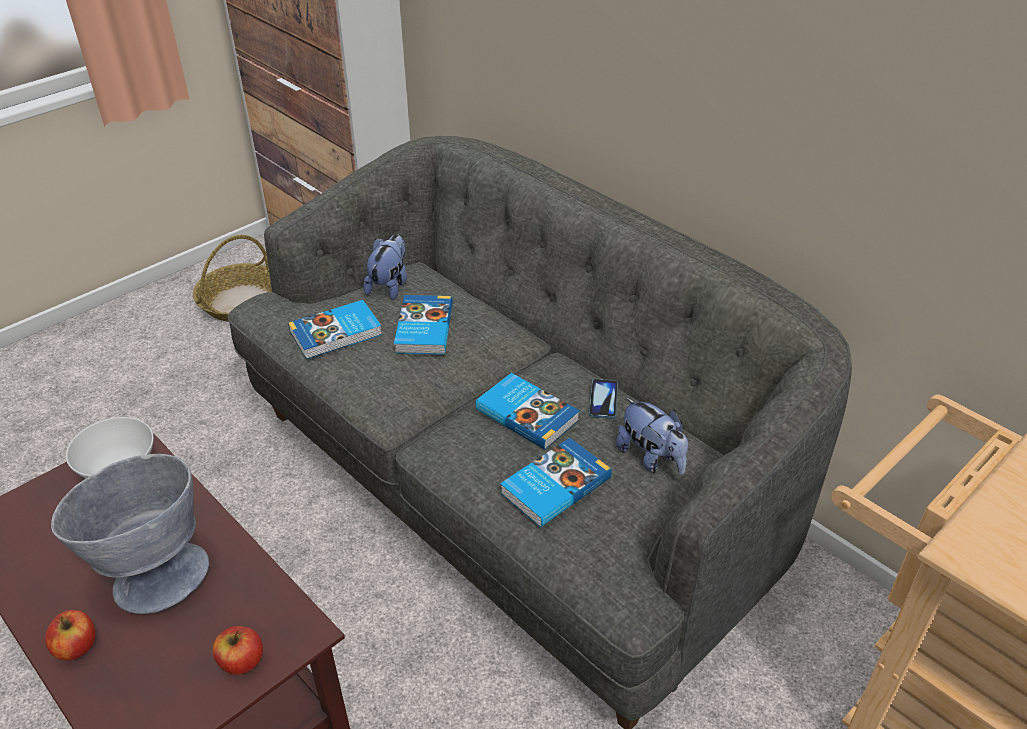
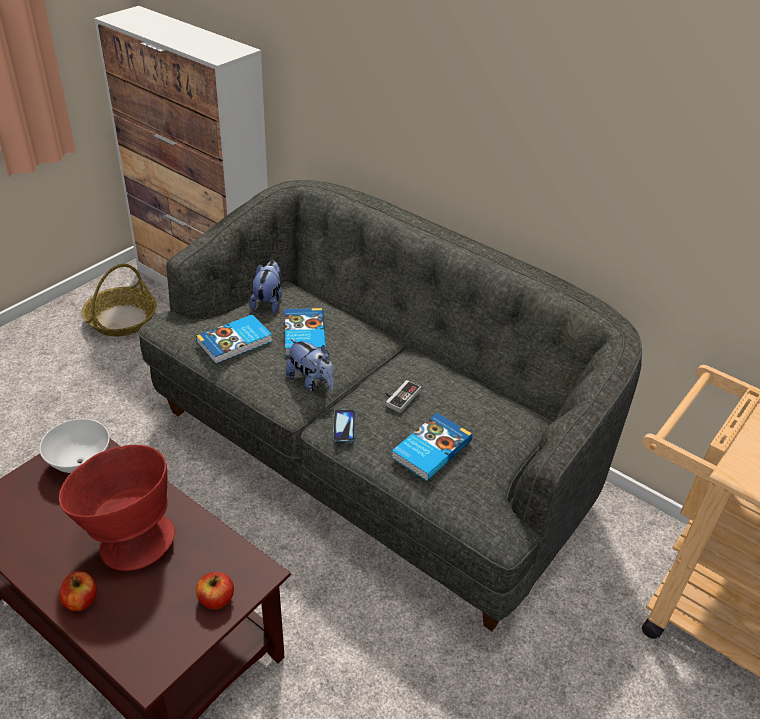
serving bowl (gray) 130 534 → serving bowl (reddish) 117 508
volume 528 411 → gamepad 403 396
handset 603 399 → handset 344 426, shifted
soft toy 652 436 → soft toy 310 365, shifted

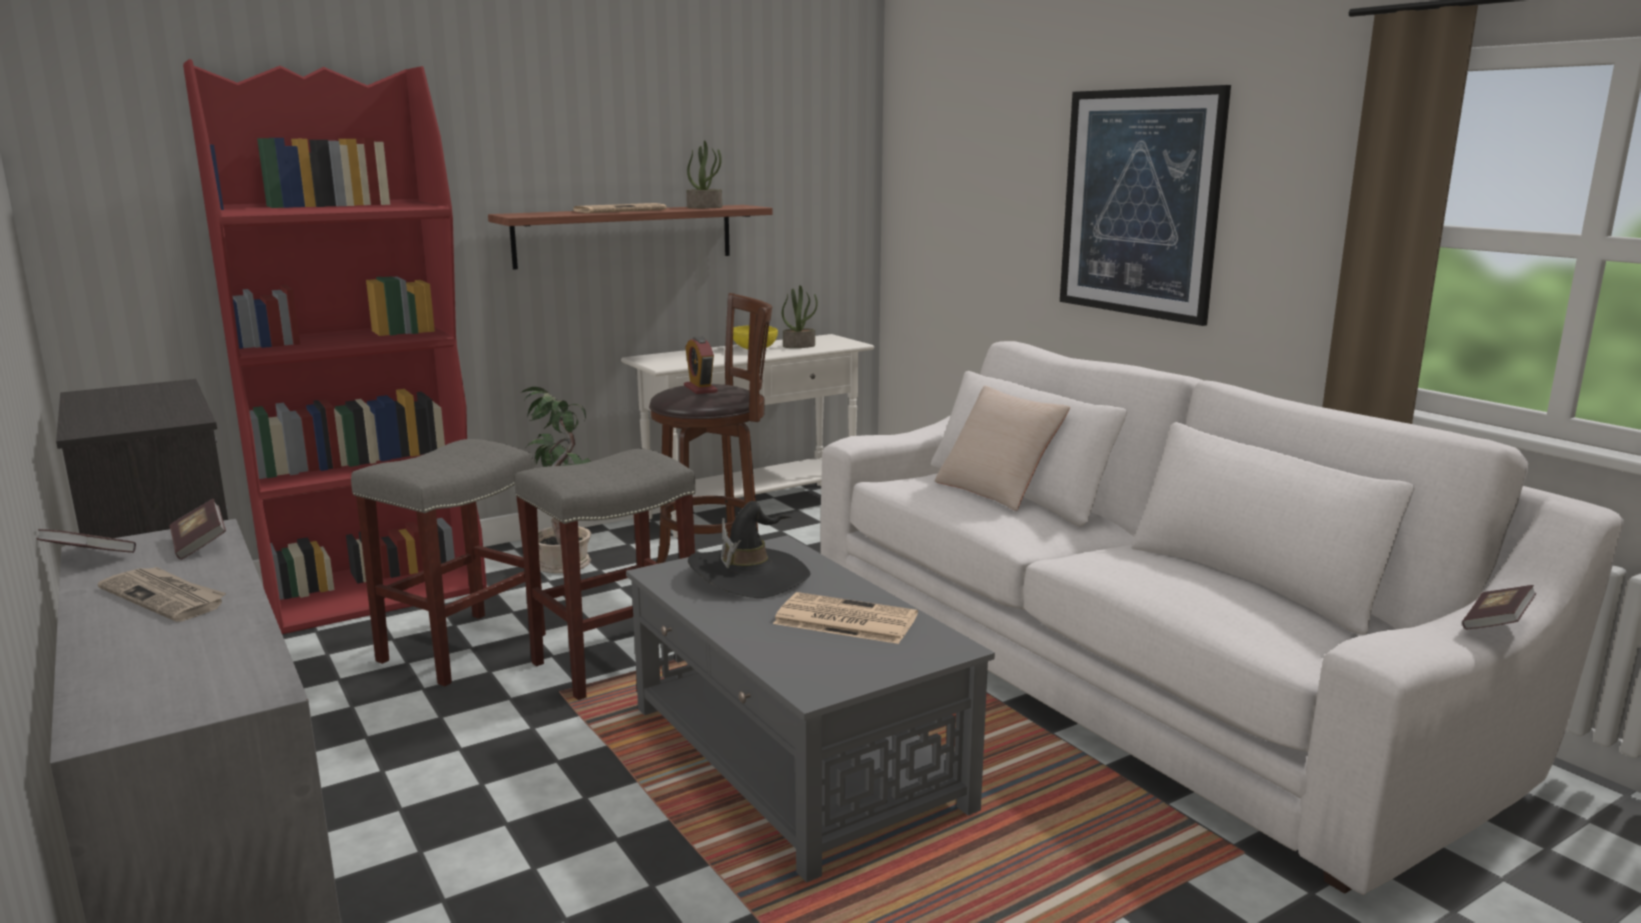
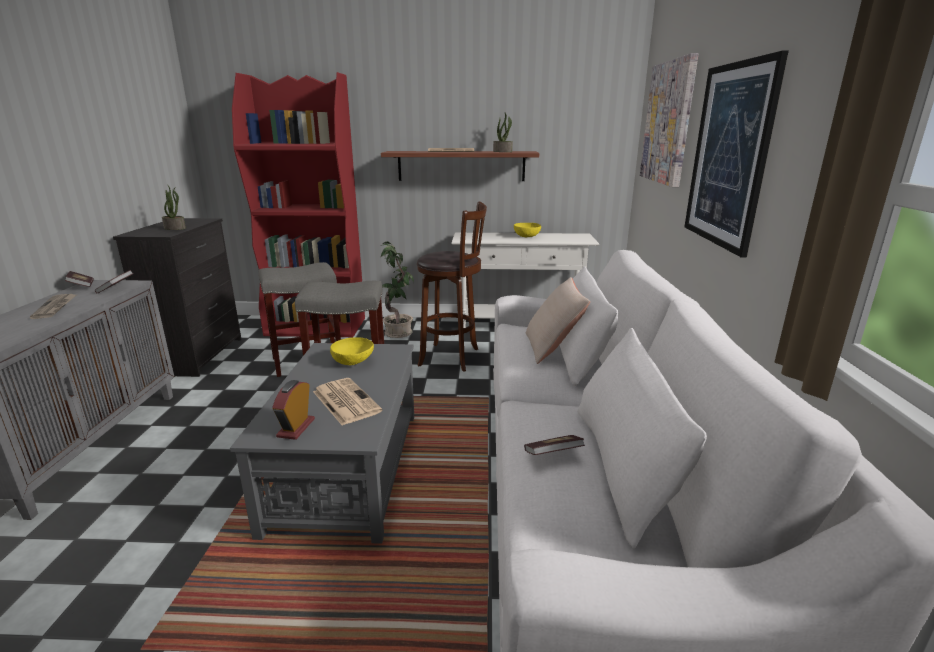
table clock 701 365 → table clock 293 410, shifted
wearable hat (black-coloured) 749 549 → serving bowl (yellow) 352 351
potted plant 800 316 → potted plant 174 208, shifted
volume 1499 607 → volume 554 445, shifted
- → wall picture 669 120

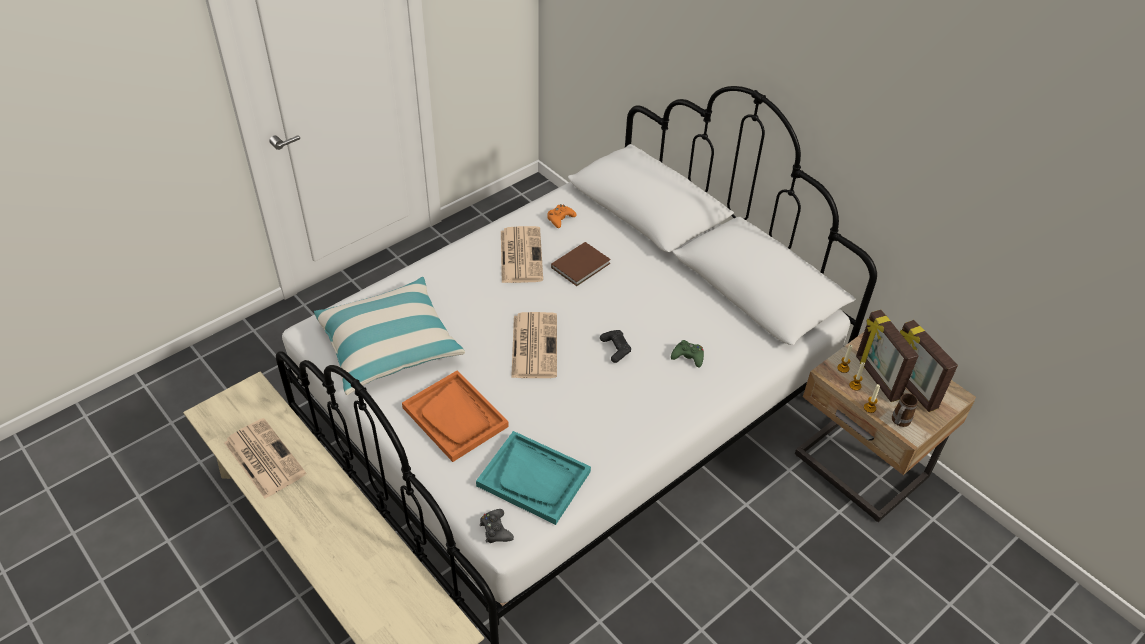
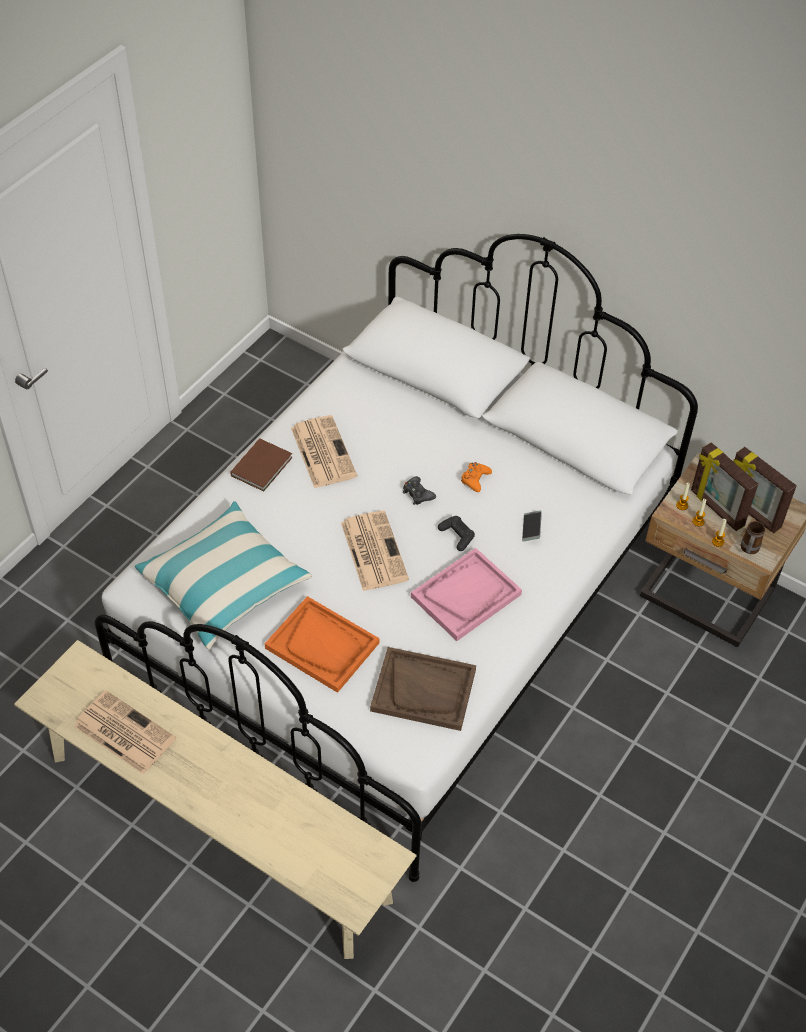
carrying tray (turquoise-coloured) 533 478 → carrying tray (brown) 423 689
gamepad (black-coloured) 497 526 → gamepad (black-coloured) 419 490, shifted
gamepad (orange) 562 216 → gamepad (orange) 476 477, shifted
volume (brown) 581 264 → volume (brown) 261 465, shifted
gamepad (greenish) 687 354 → handset 532 526
- → carrying tray (pinkish) 466 594

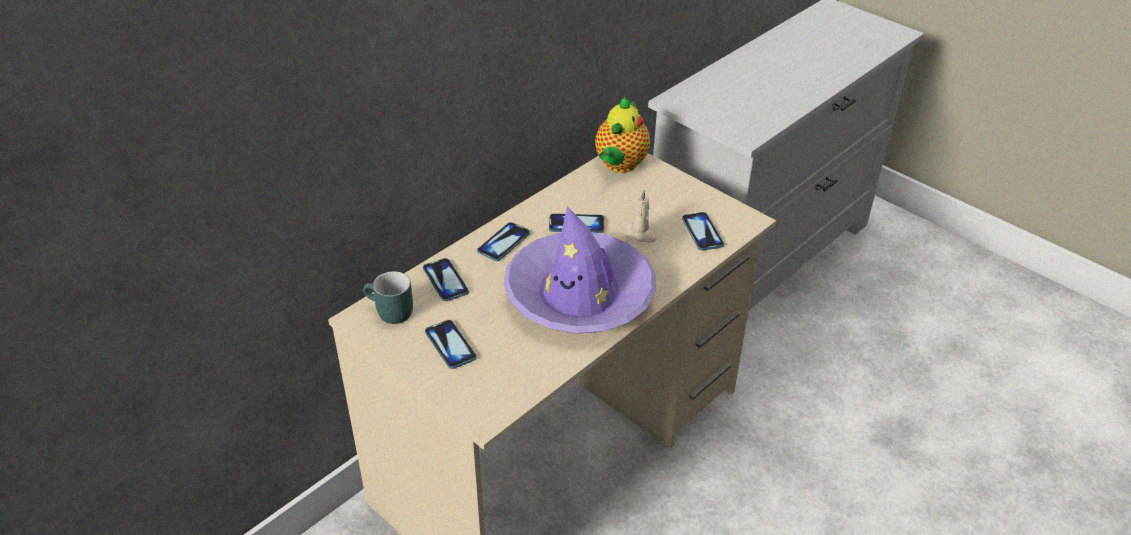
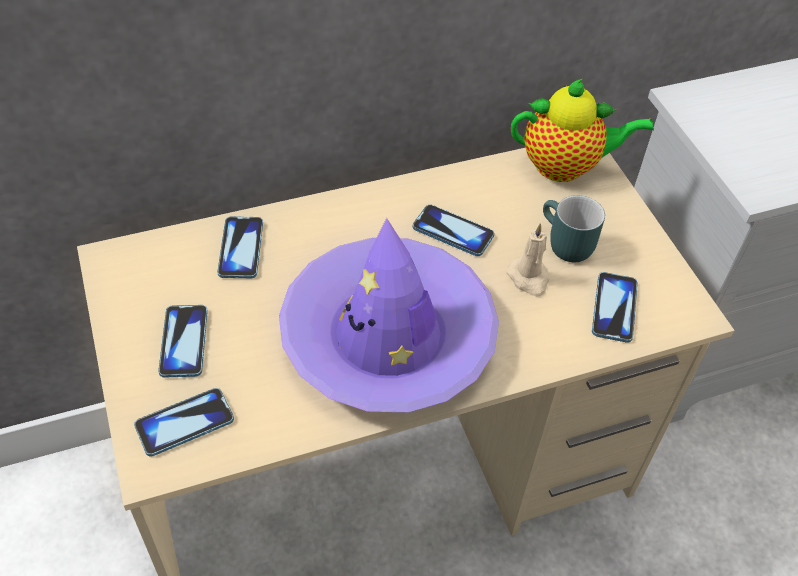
mug (turquoise-coloured) 388 297 → mug (turquoise-coloured) 574 228, shifted
handset 503 241 → handset 184 422, shifted
pot for tea 622 135 → pot for tea 582 130, 135 degrees counterclockwise

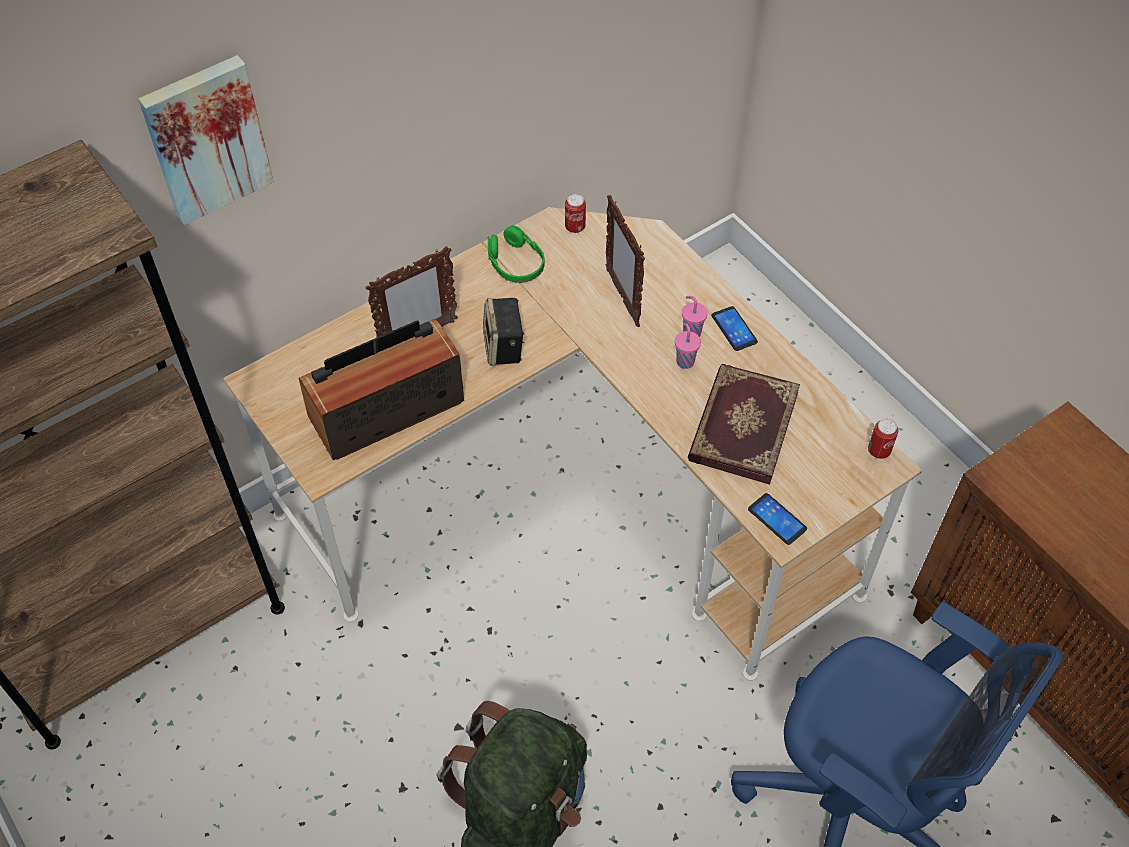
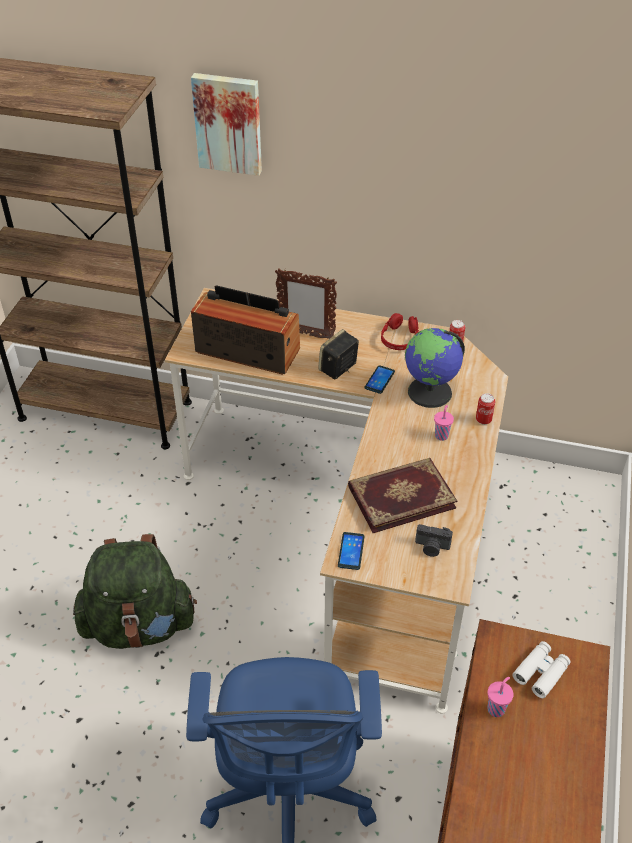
headphones (greenish) 516 254 → headphones (reddish) 400 331
photo frame 625 261 → desk globe 435 368
small cup (pinkish) 688 346 → small cup (pinkish) 501 697, shifted
handset 734 328 → handset 379 379, shifted
metal can 883 438 → metal can 485 409, shifted
- → still camera 434 540
- → binoculars (whitish) 541 669

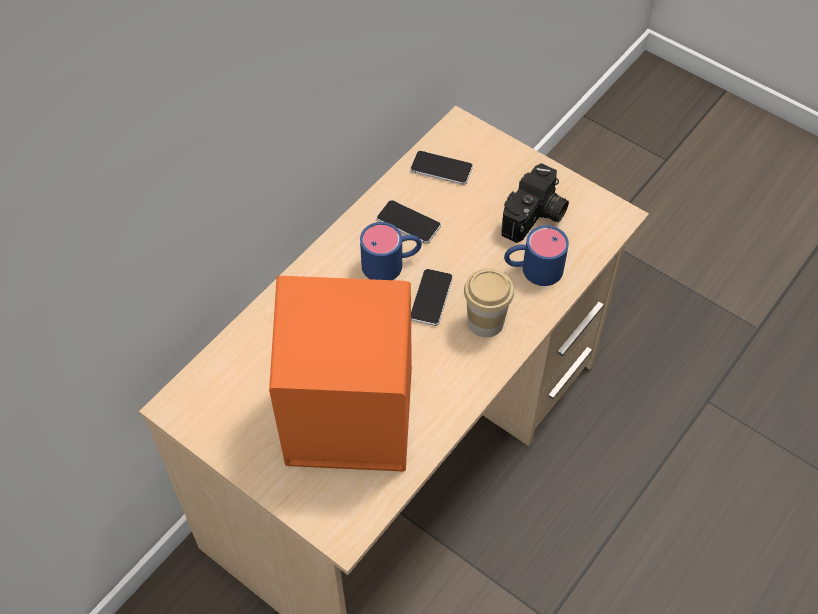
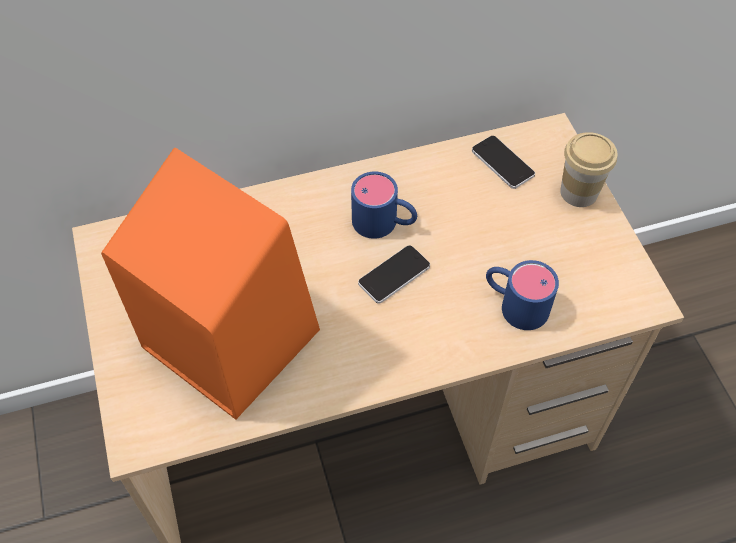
handset 409 222 → -
small cup 489 303 → small cup 588 169, shifted
still camera 535 203 → -

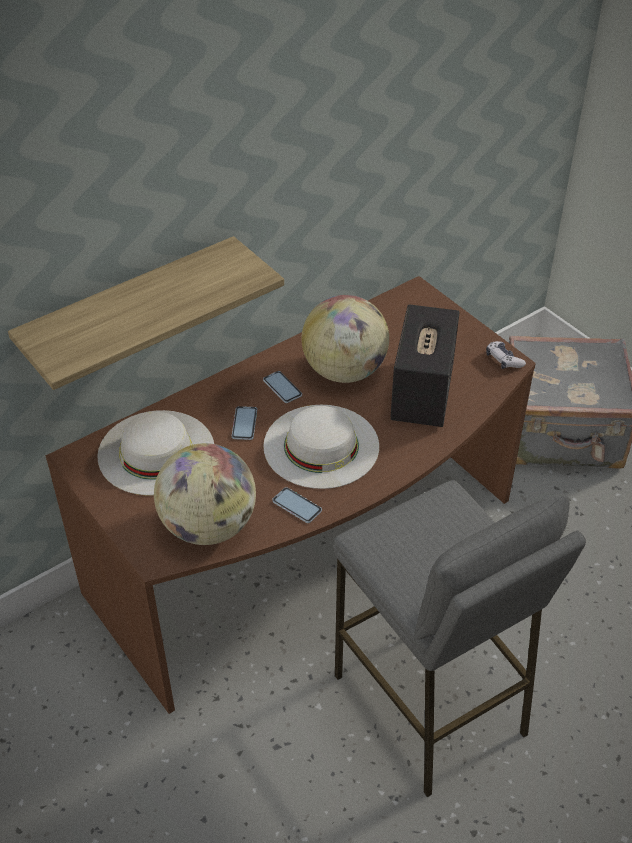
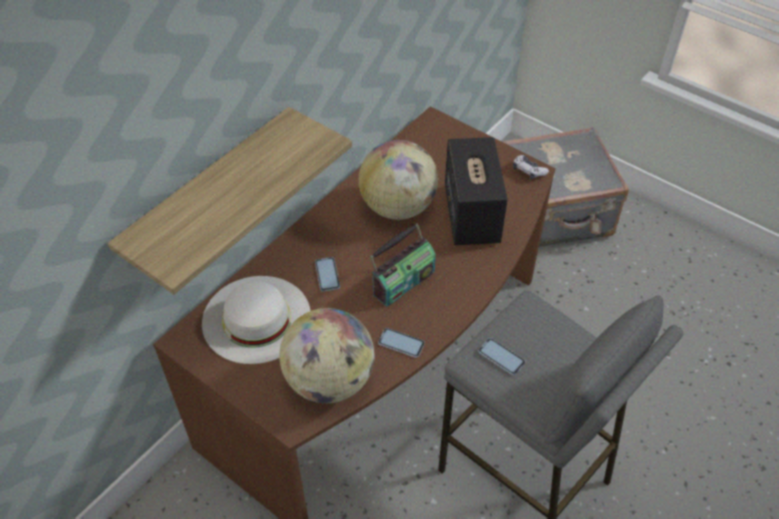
handset 282 387 → handset 501 356, shifted
wearable hat (whitish) 321 447 → radio 403 265

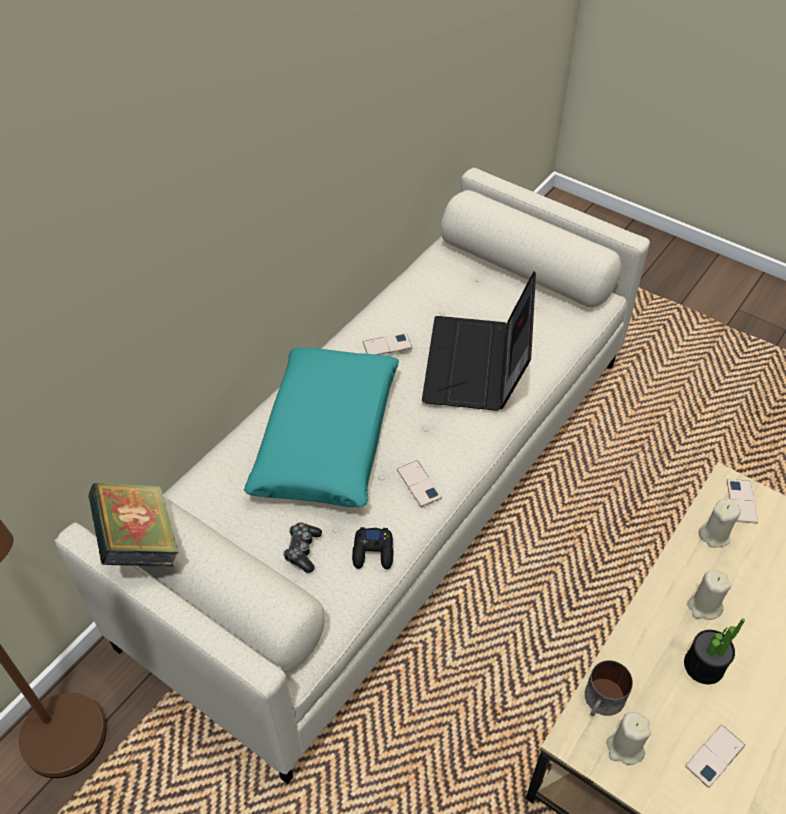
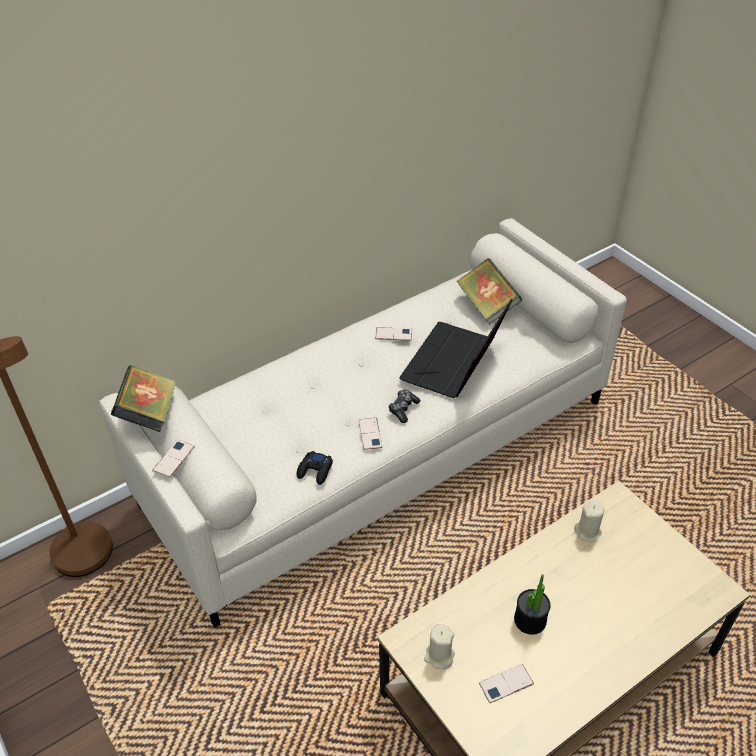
cushion (turquoise-coloured) 321 427 → -
gamepad 302 548 → gamepad 404 406, shifted
mug 609 688 → -
wax candle (sand-coloured) 709 595 → -
handset 742 501 → handset 173 459, shifted
- → volume 489 291

